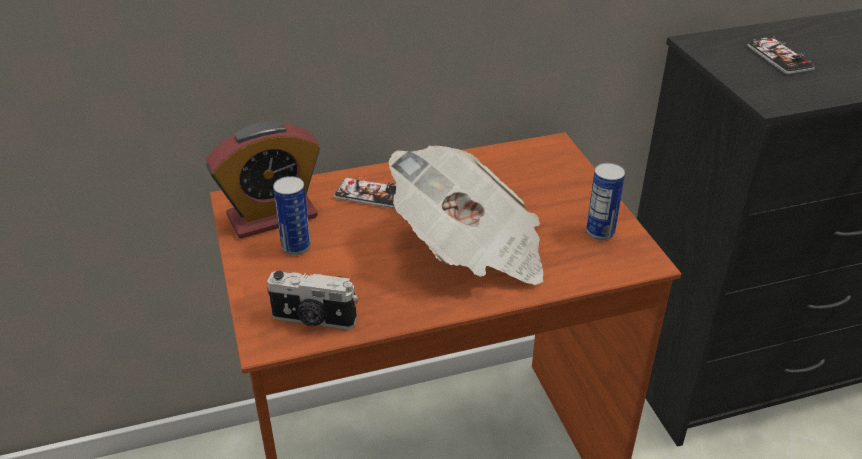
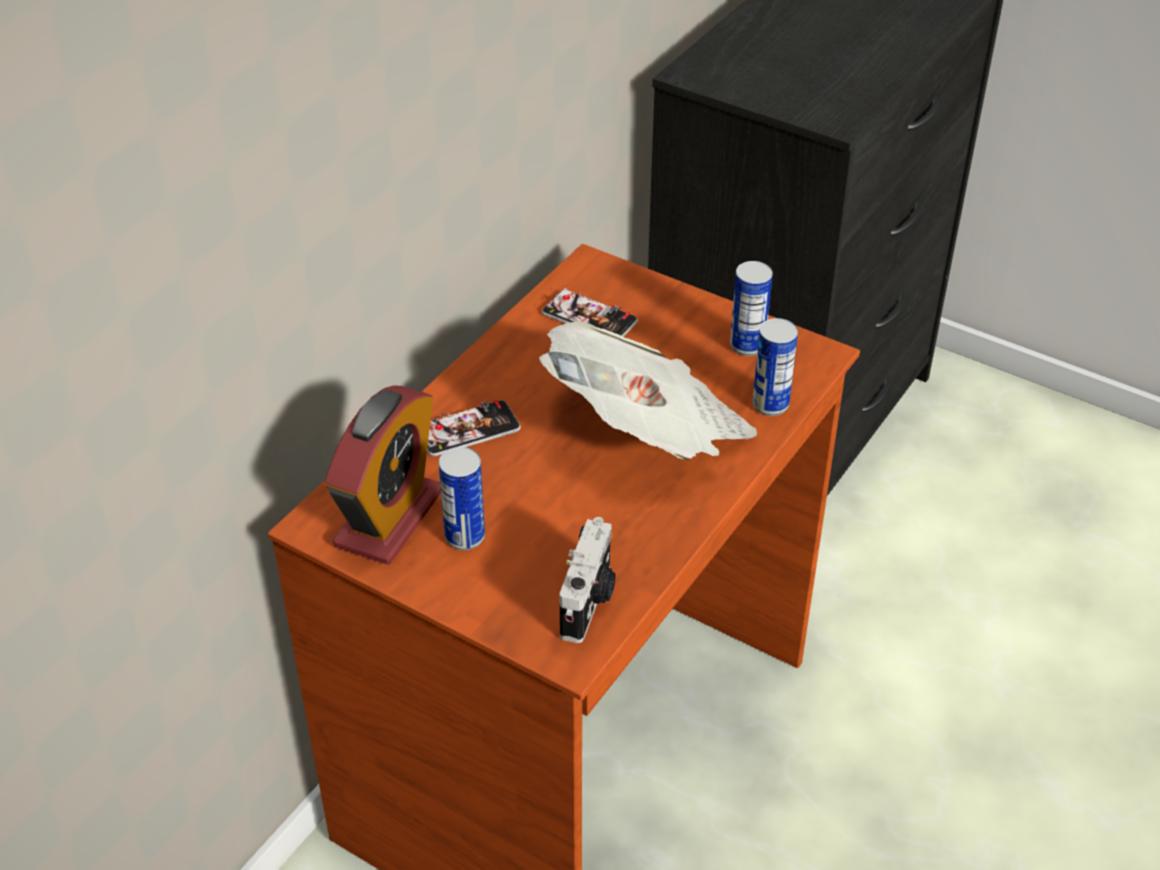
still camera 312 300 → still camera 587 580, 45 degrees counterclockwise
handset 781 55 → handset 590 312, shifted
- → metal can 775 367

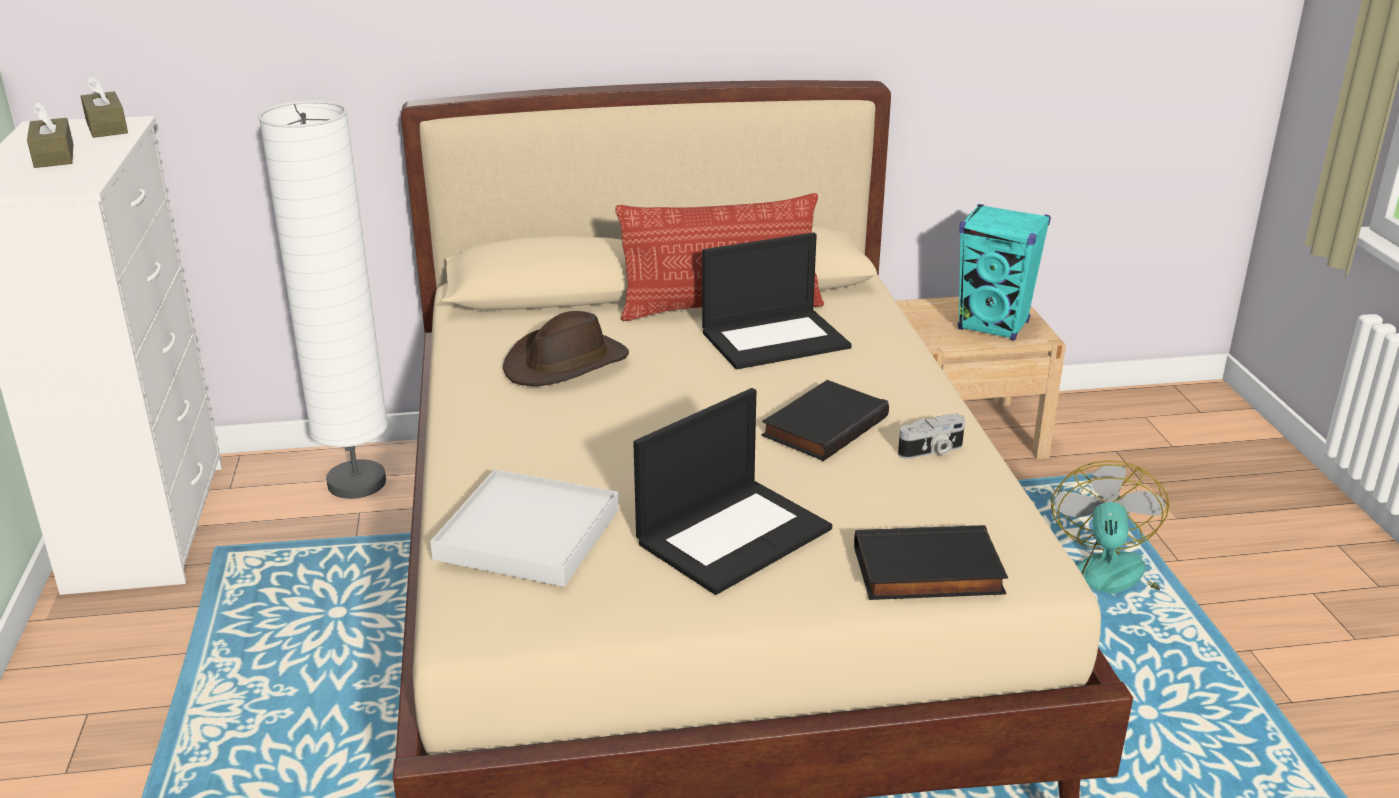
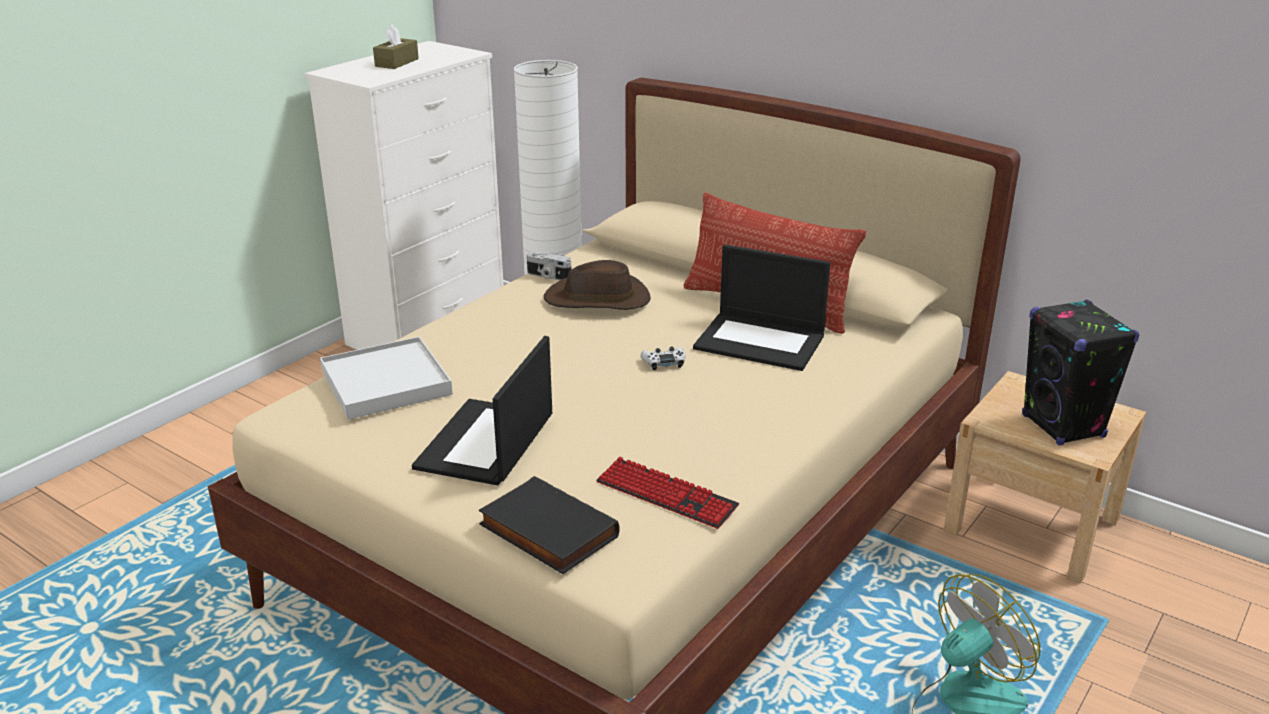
tissue holder (brown) 104 106 → -
notebook computer 732 491 → notebook computer 482 410, 105 degrees clockwise
volume (black-coloured) 825 420 → -
still camera 931 436 → still camera 549 266, shifted
audio speaker (turquoise-coloured) 1004 272 → audio speaker (black-coloured) 1080 372
- → keyboard 667 493
- → gamepad (whitish) 663 358

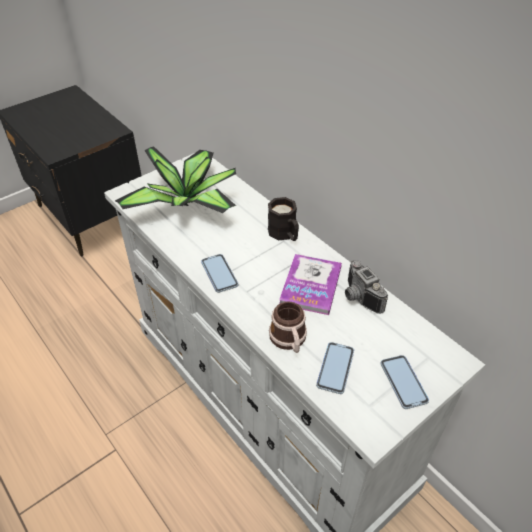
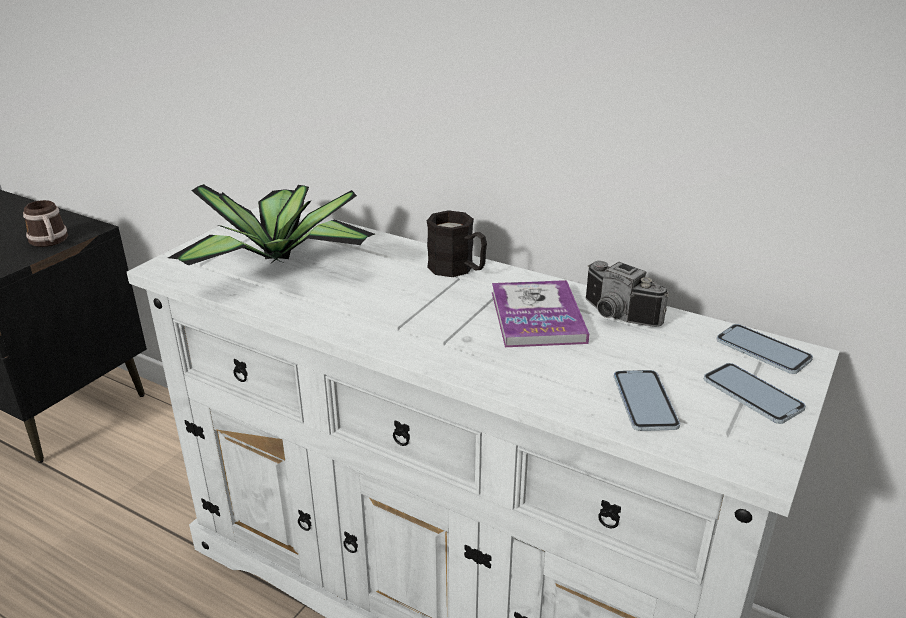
handset 219 273 → handset 764 349, shifted
mug 288 327 → mug 45 223, shifted

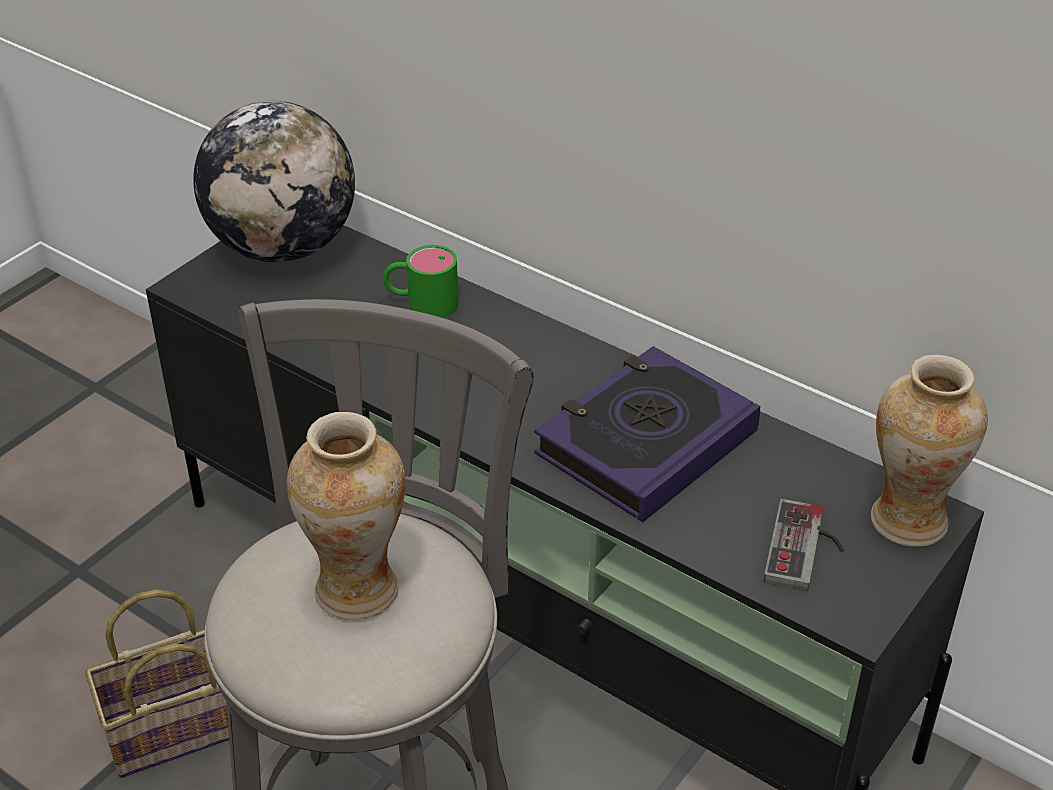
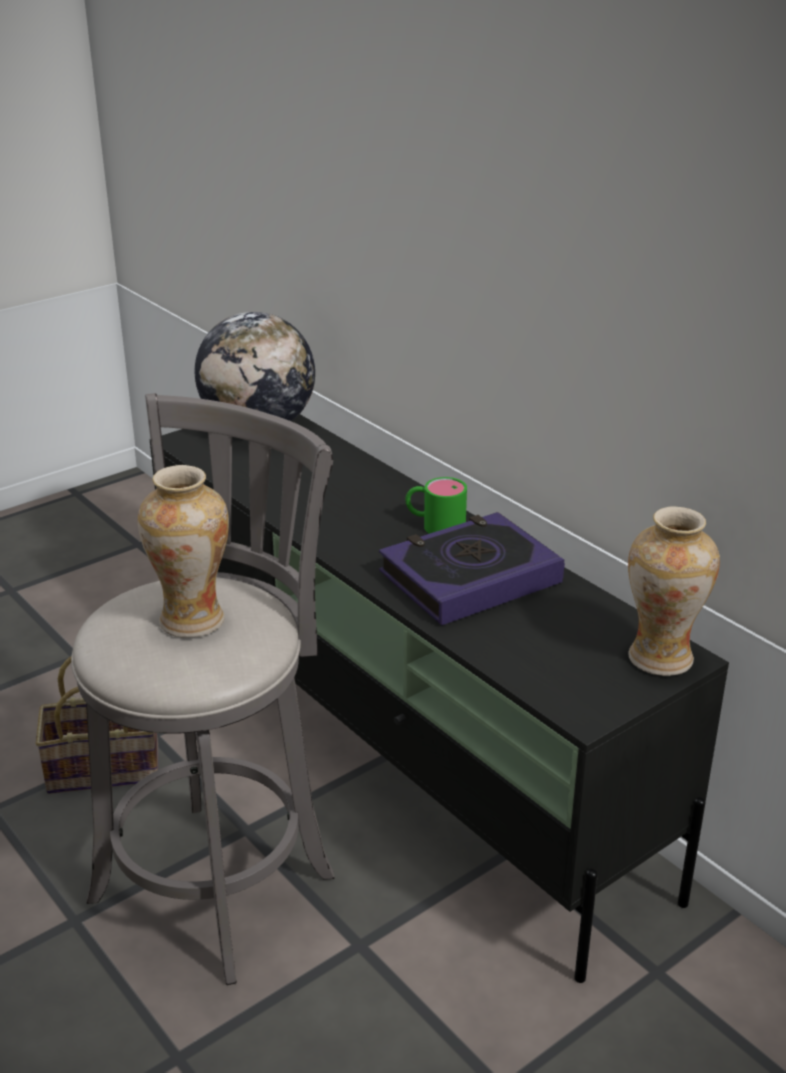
mug (greenish) 420 281 → mug (greenish) 436 505, shifted
gamepad 804 545 → -

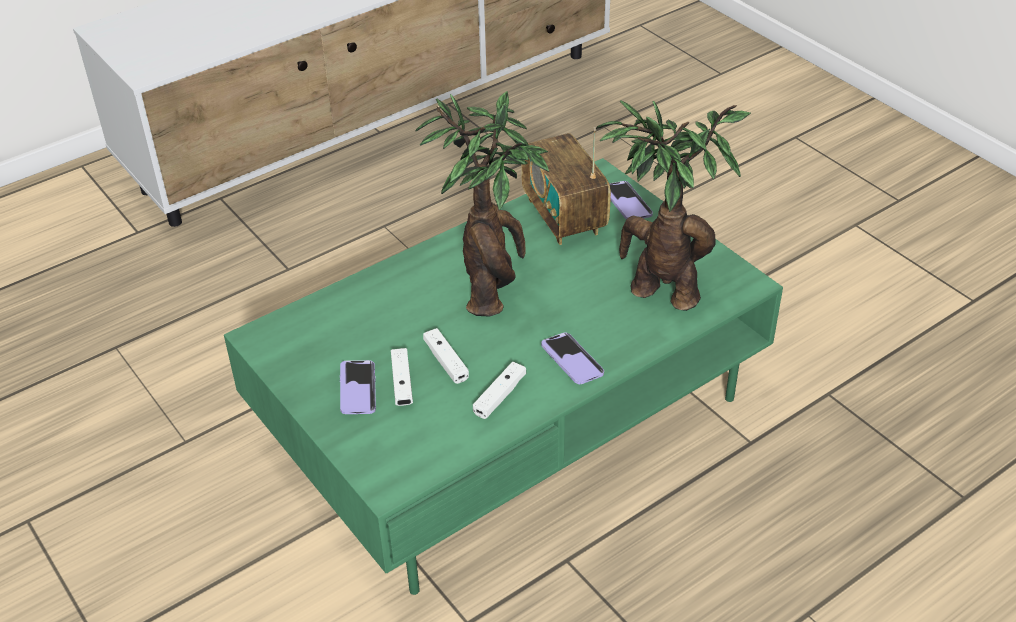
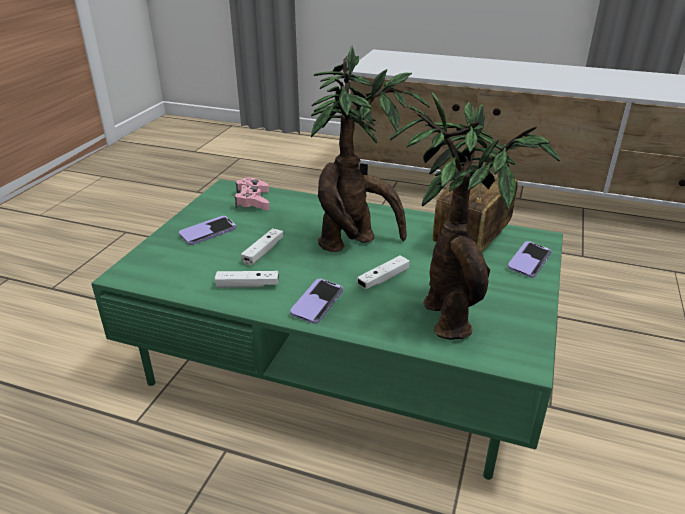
gamepad (whitish) 402 377 → gamepad (whitish) 383 272, shifted
- → gamepad (pinkish) 252 194

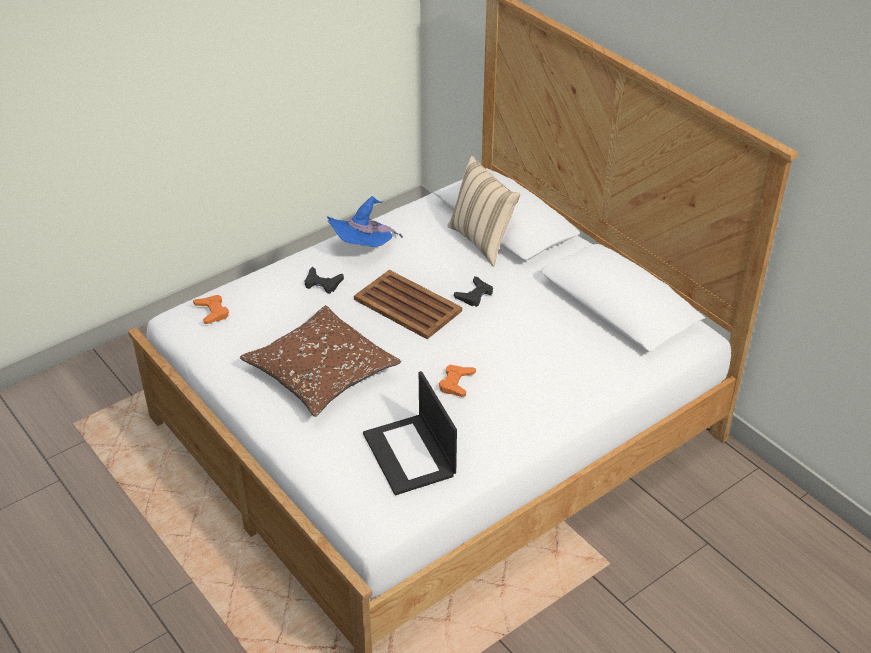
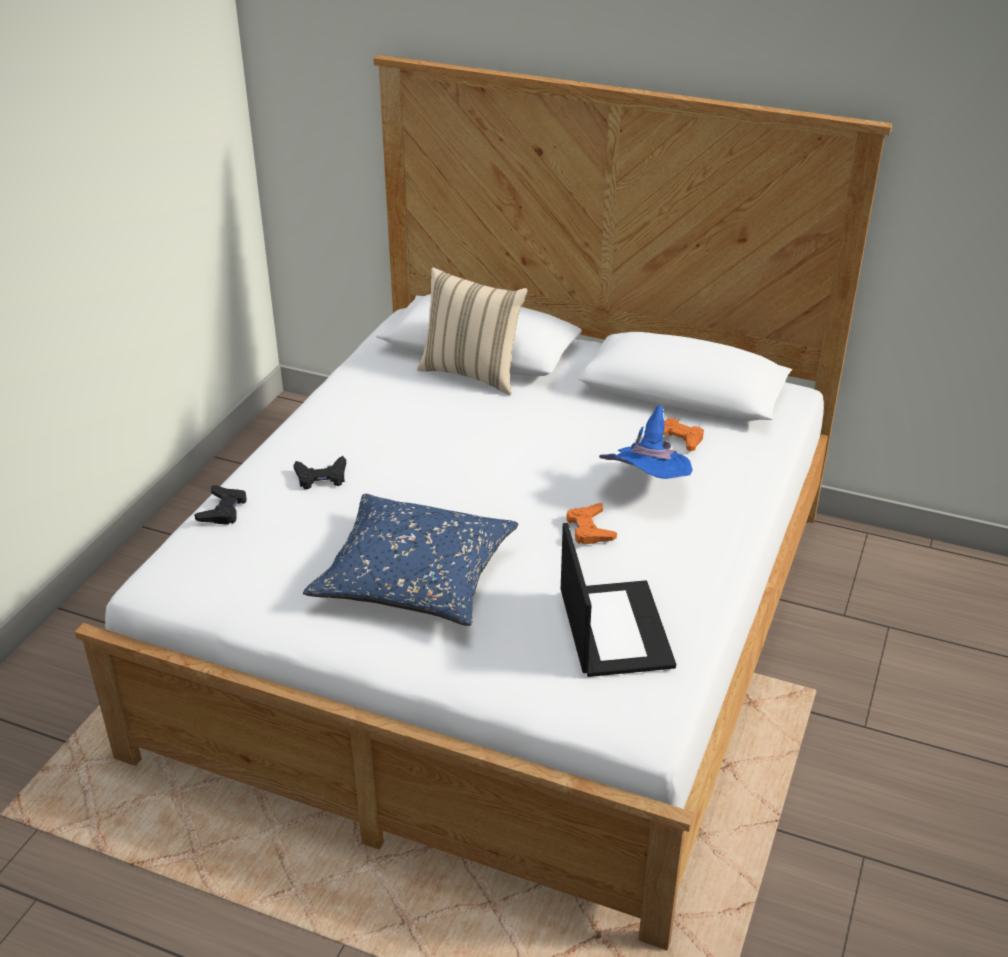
gamepad (orange) 211 309 → gamepad (orange) 683 434, shifted
cushion (brown) 320 361 → cushion (bluish) 410 560
wearable hat (bluish) 365 221 → wearable hat (bluish) 646 442, shifted
carrying tray (brown) 408 304 → -
notebook computer 410 433 → notebook computer 618 600, 135 degrees counterclockwise
gamepad (black-coloured) 473 291 → gamepad (black-coloured) 220 505, shifted

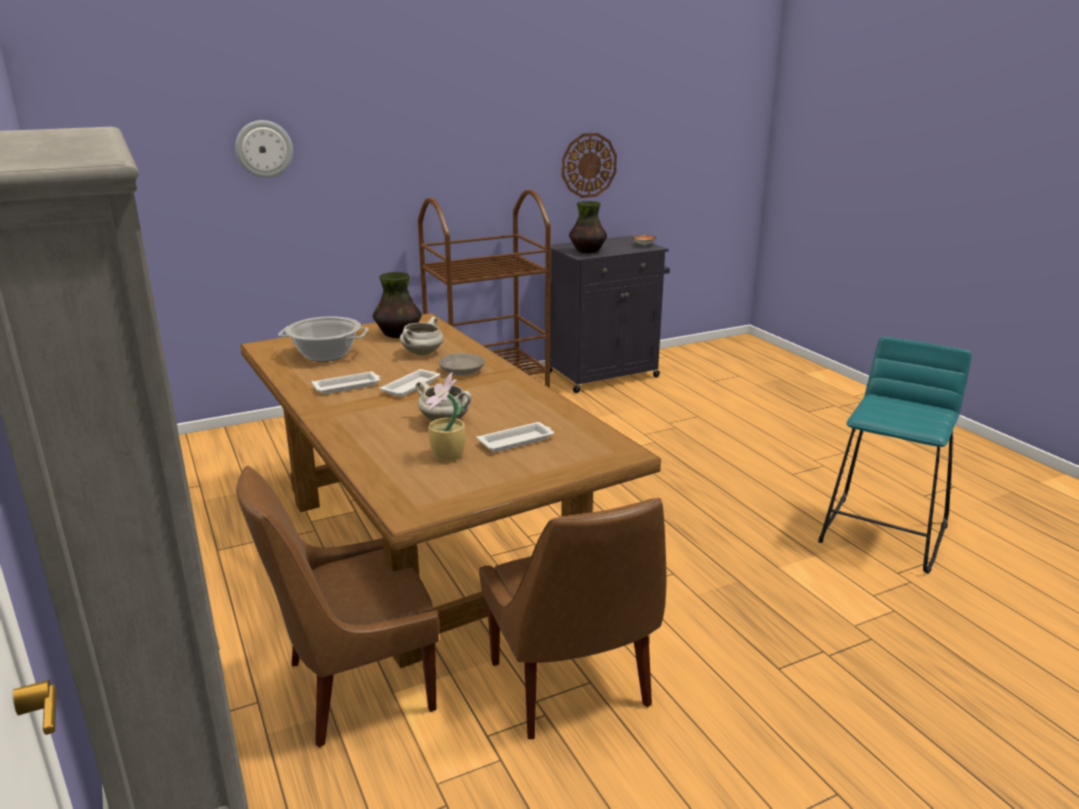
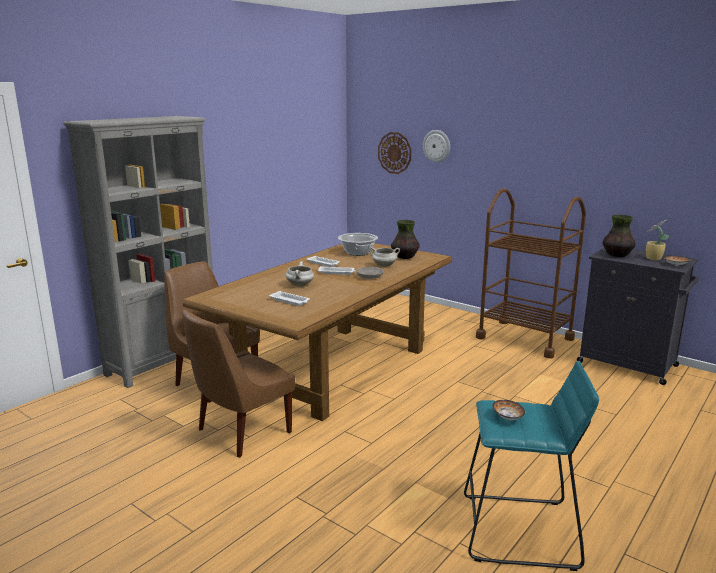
potted plant 445 417 → potted plant 657 240, shifted
clock on the wall 589 165 → clock on the wall 394 153, shifted
- → serving bowl 508 410

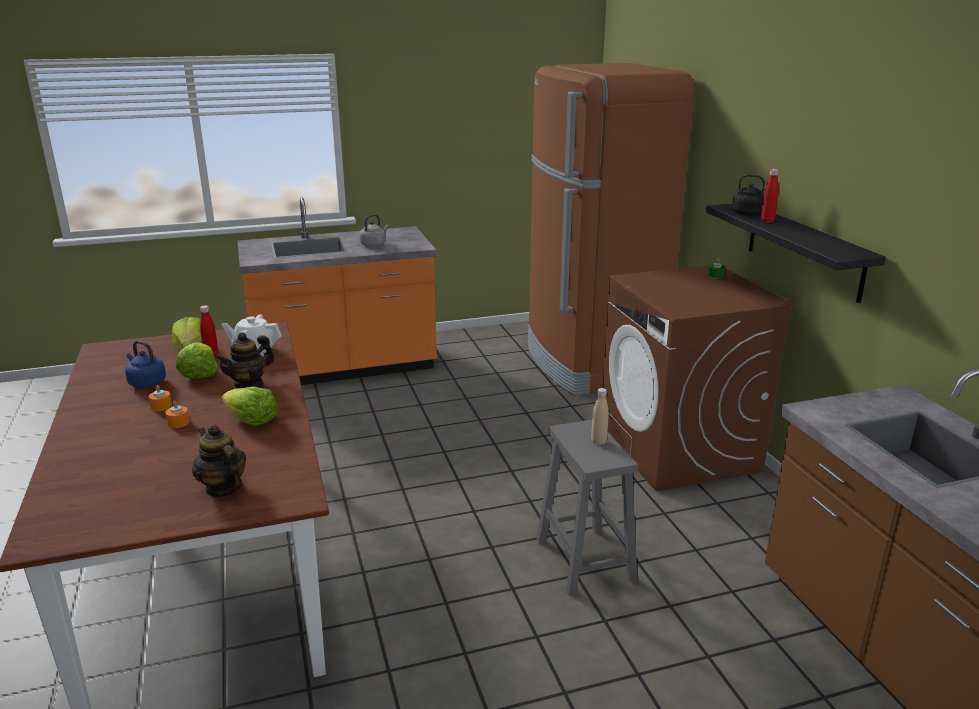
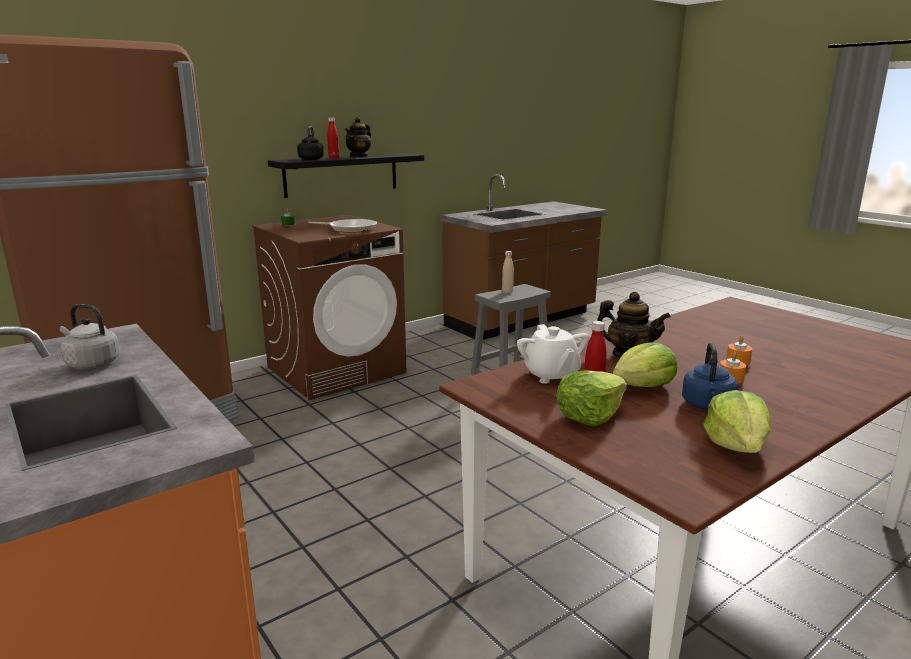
pot for tea 219 461 → pot for tea 358 137, shifted
head of lettuce 250 406 → head of lettuce 737 421, shifted
- → frying pan 342 226

